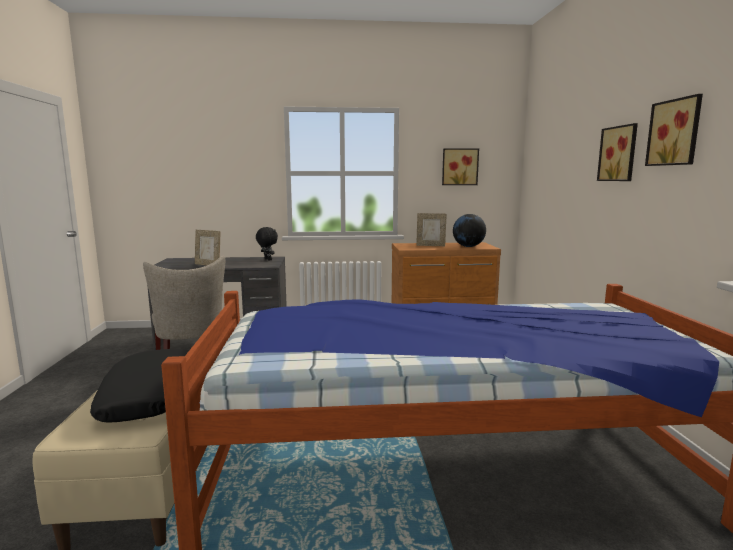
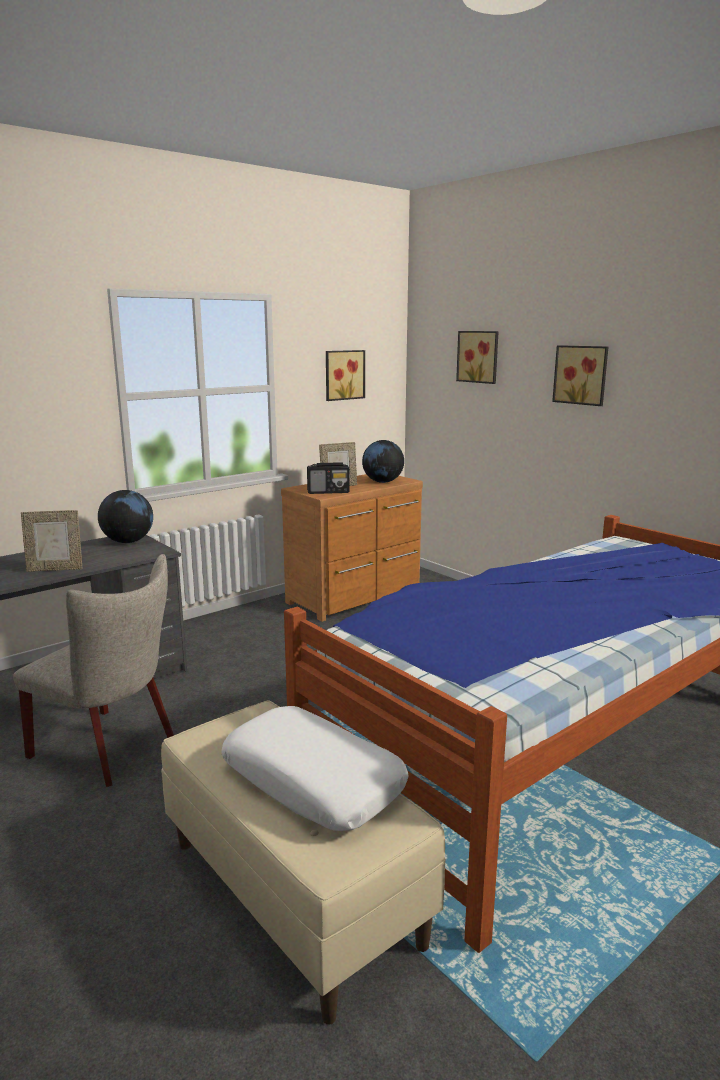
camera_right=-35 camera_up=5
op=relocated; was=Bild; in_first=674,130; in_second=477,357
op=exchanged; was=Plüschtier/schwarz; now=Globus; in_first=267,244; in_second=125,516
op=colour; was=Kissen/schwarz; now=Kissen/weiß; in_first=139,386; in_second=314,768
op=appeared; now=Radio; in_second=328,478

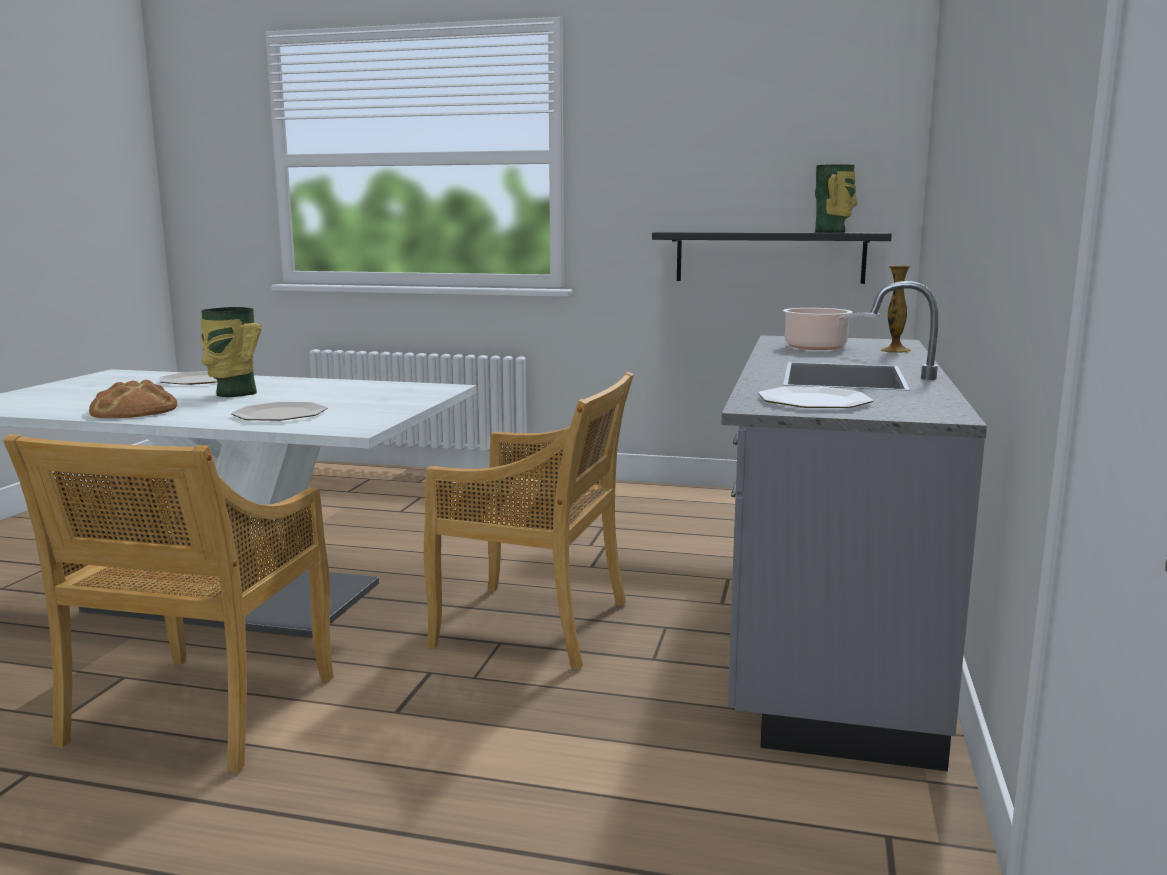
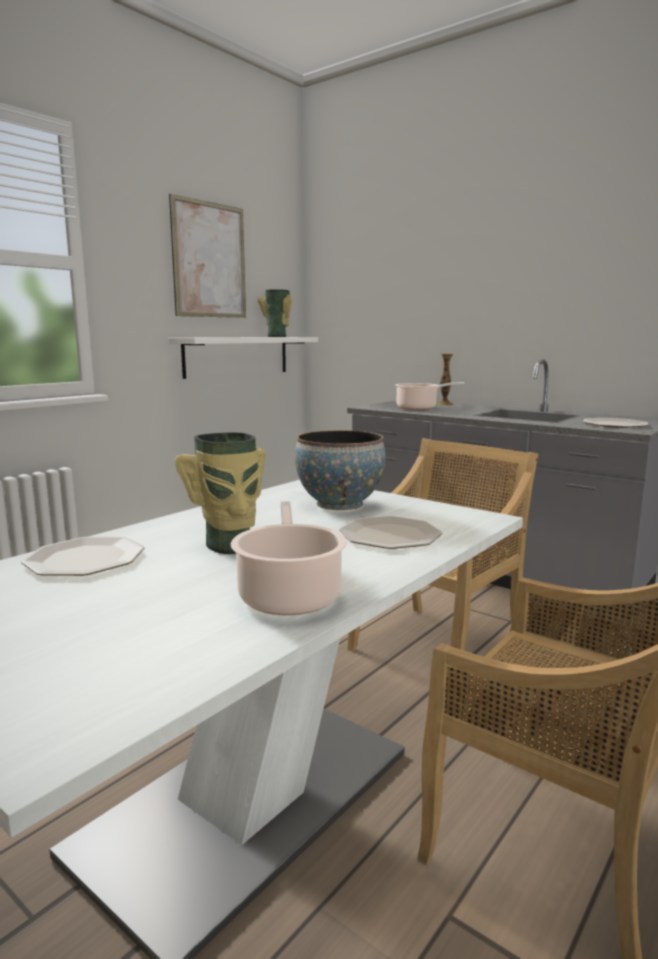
camera_right=-65 camera_up=0
op=colour; was=Wandregal/schwarz; now=Wandregal/weiß; in_first=772,258; in_second=243,358
op=exchanged; was=Brot; now=Kochtopf; in_first=133,398; in_second=289,558
op=appeared; now=Bild; in_second=207,256
op=appeared; now=Schüssel; in_second=340,470

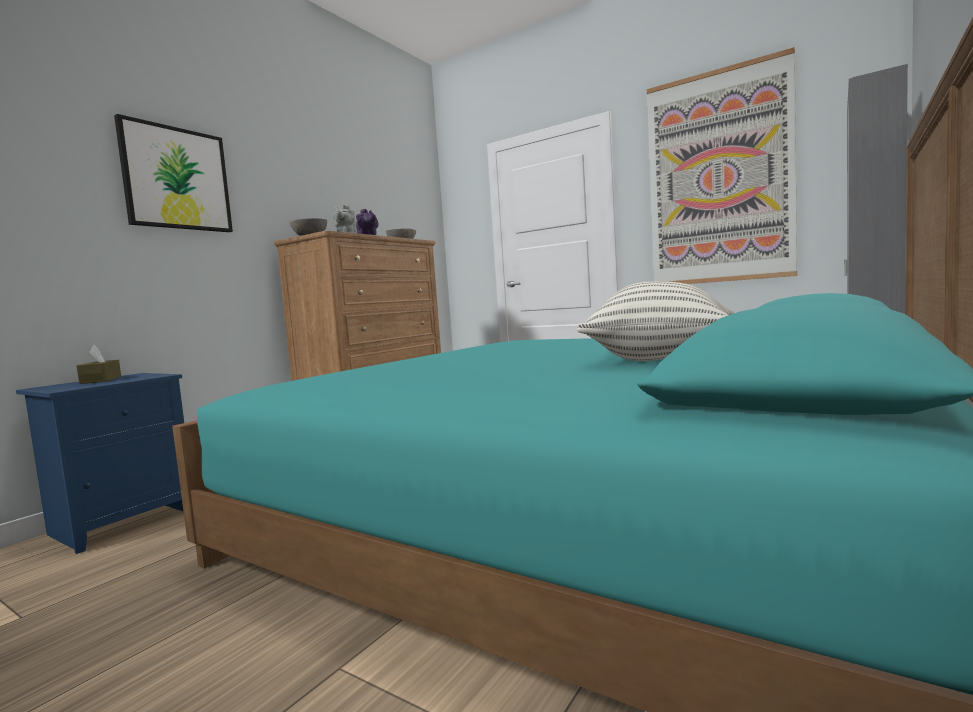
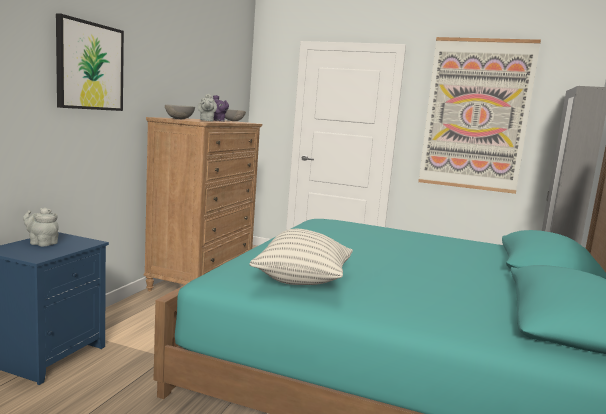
camera_right=-15 camera_up=5
op=relocated; was=Kissen; in_first=655,321; in_second=301,257
op=exchanged; was=Taschentuchbox/braun; now=Teekanne/grau; in_first=99,364; in_second=41,227

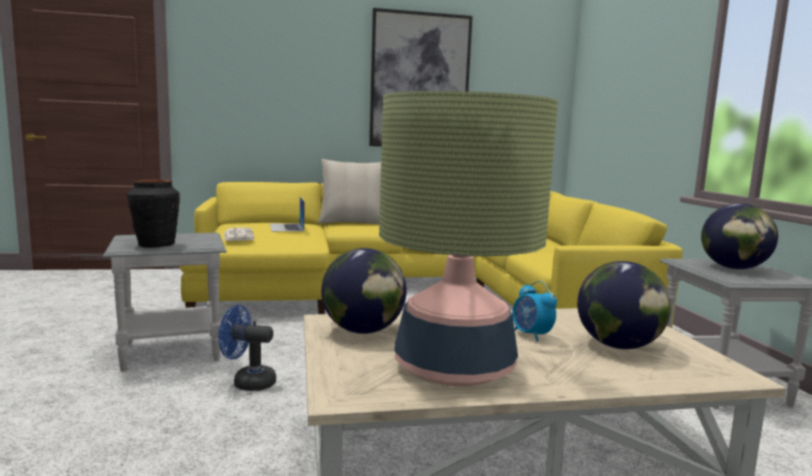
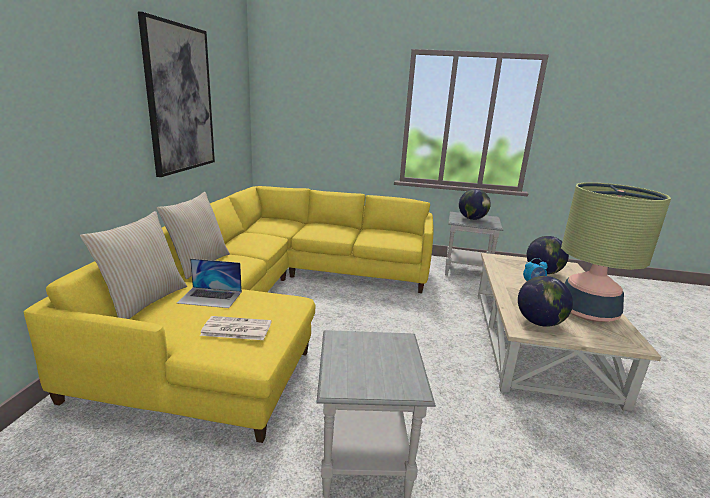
camera_right=-70 camera_up=10
op=missing; was=Vase/schwarz; in_first=153,214
op=missing; was=Ventilator/blau; in_first=247,348
op=appeared; now=Kissen/beige; in_second=133,265

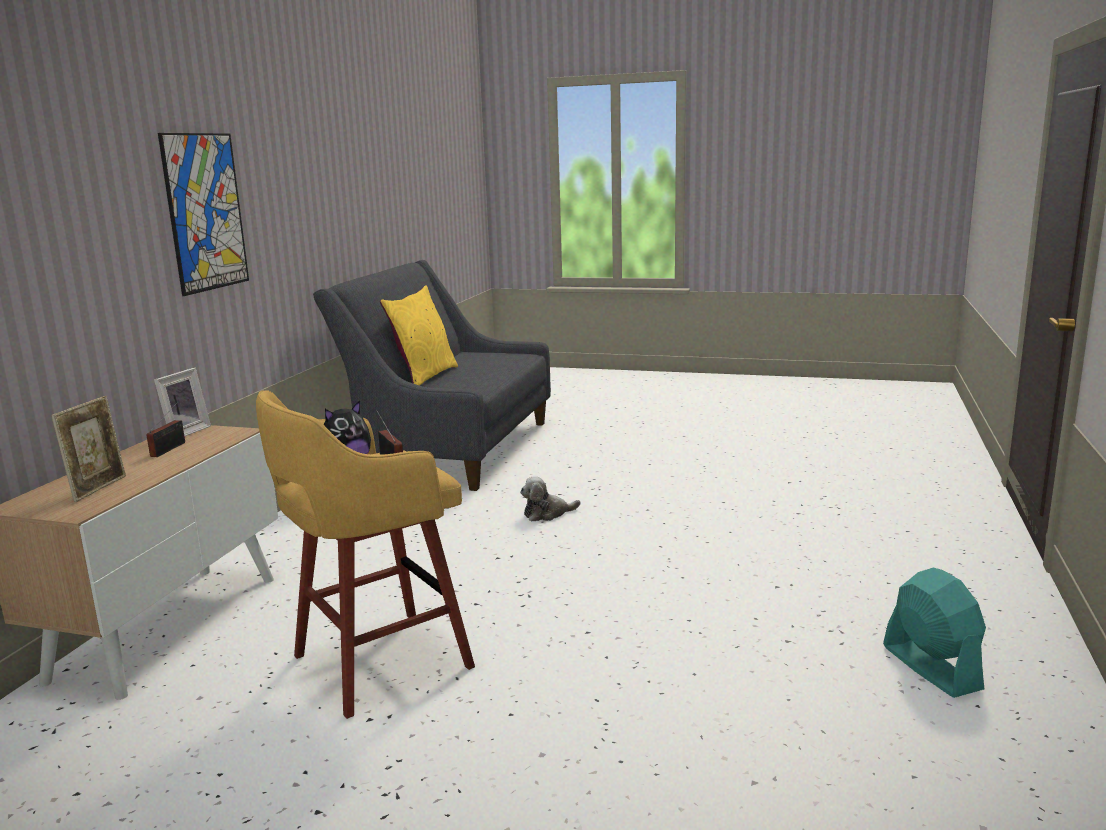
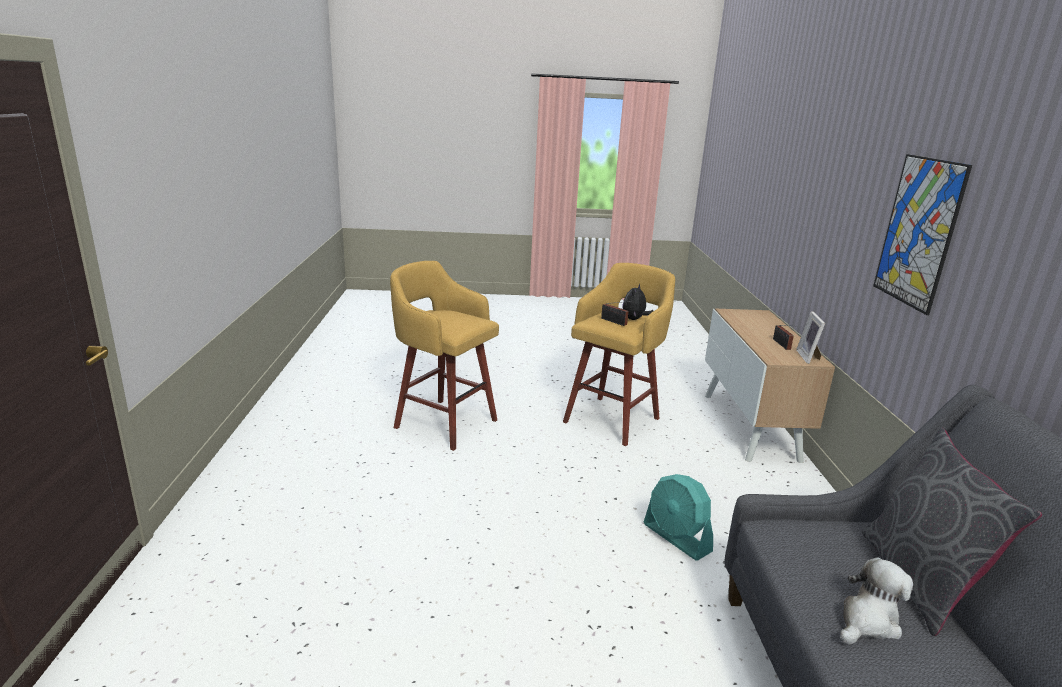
camera_right=160 camera_up=5
op=colour; was=Kissen/gelb; now=Kissen/grau; in_first=419,335; in_second=952,532
op=missing; was=Bilderrahmen; in_first=88,449
op=relocated; was=Plüschtier; in_first=550,498; in_second=876,601
op=relocated; was=Ventilator/türkis; in_first=934,633; in_second=678,517
op=appeared; now=Hocker/gelb; in_second=444,356

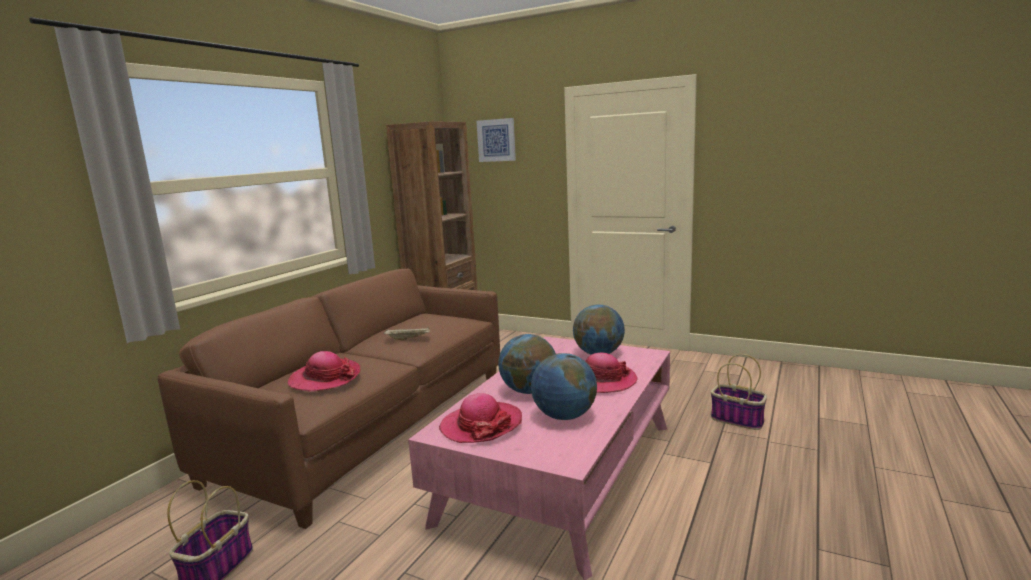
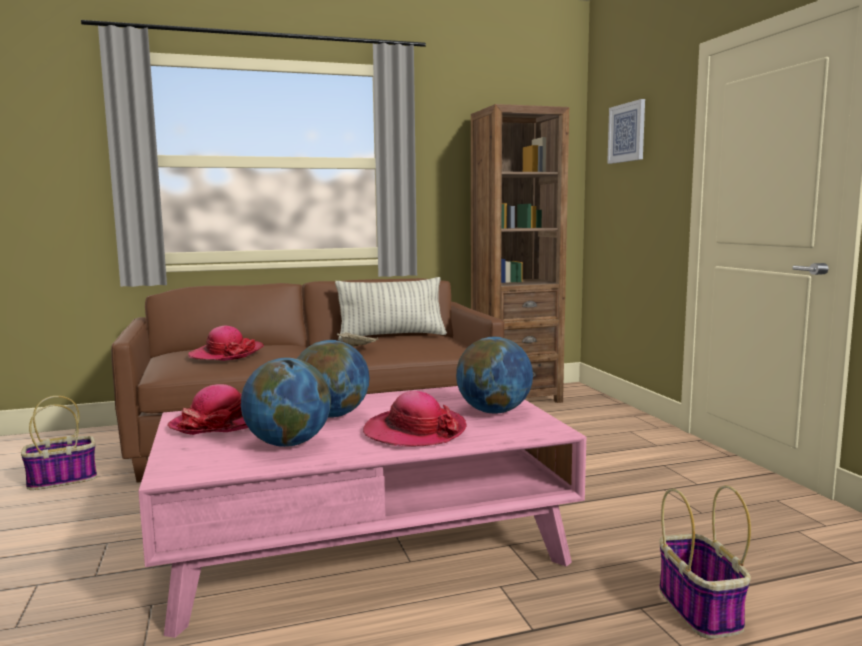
camera_right=45 camera_up=-5
op=appeared; now=Kissen; in_second=391,309

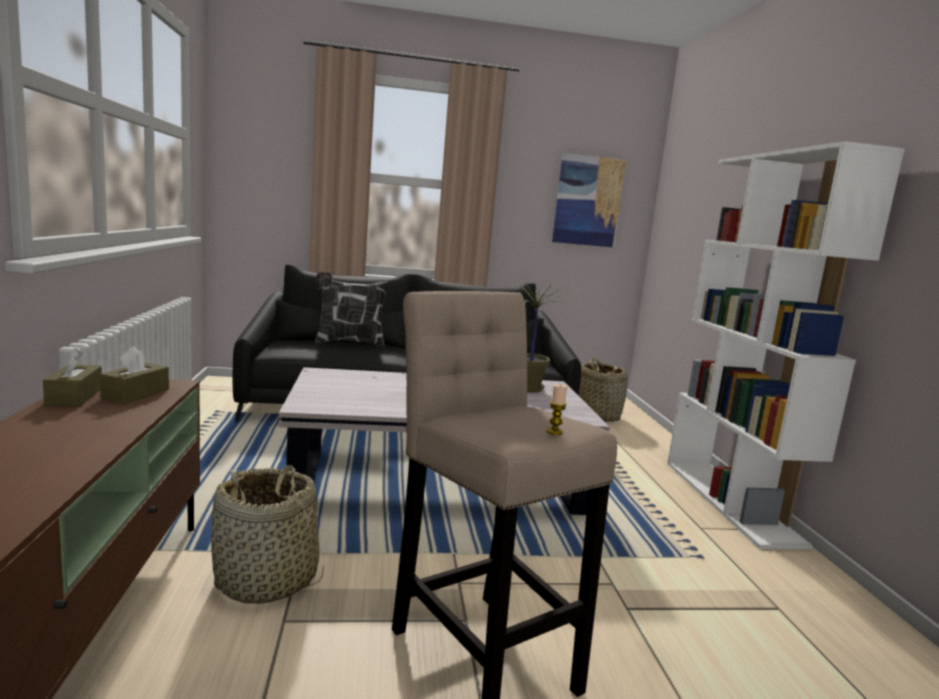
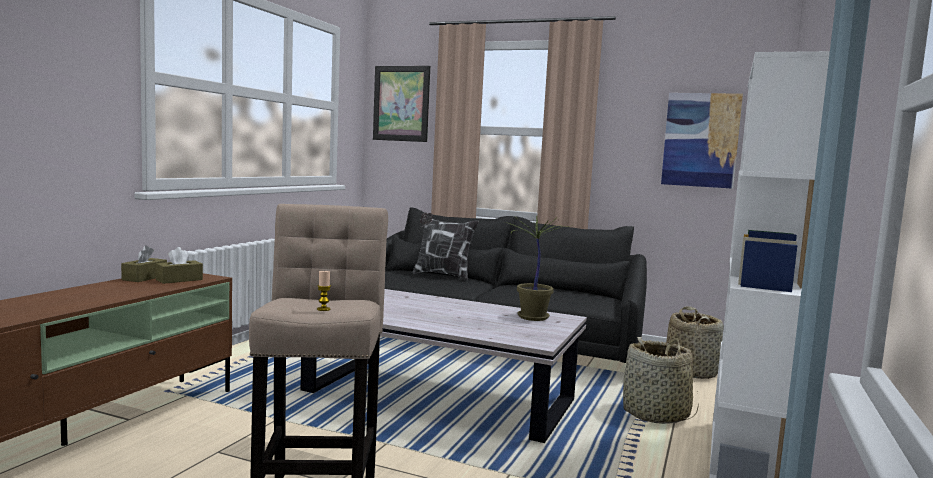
camera_right=30 camera_up=-5
op=relocated; was=Korb; in_first=267,534; in_second=661,380
op=appeared; now=Bild; in_second=401,104

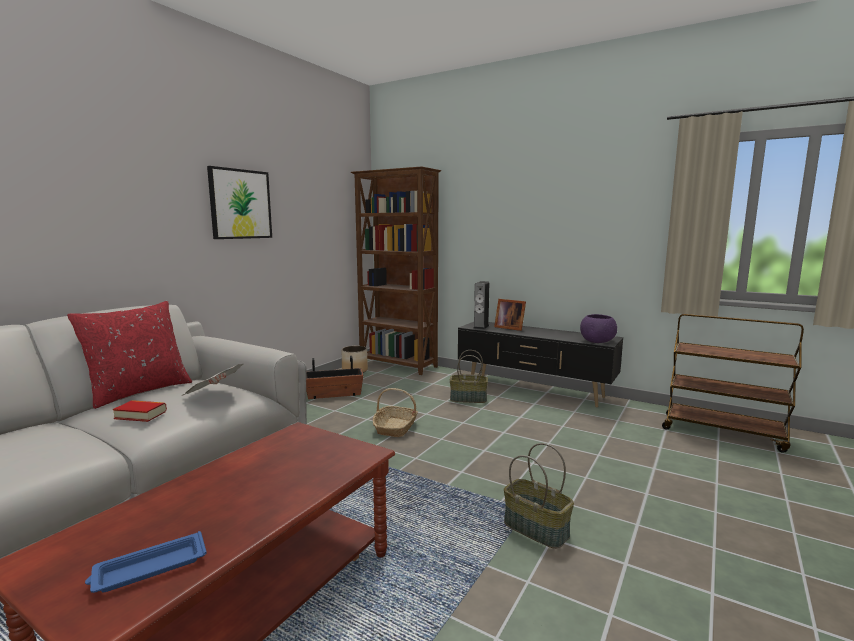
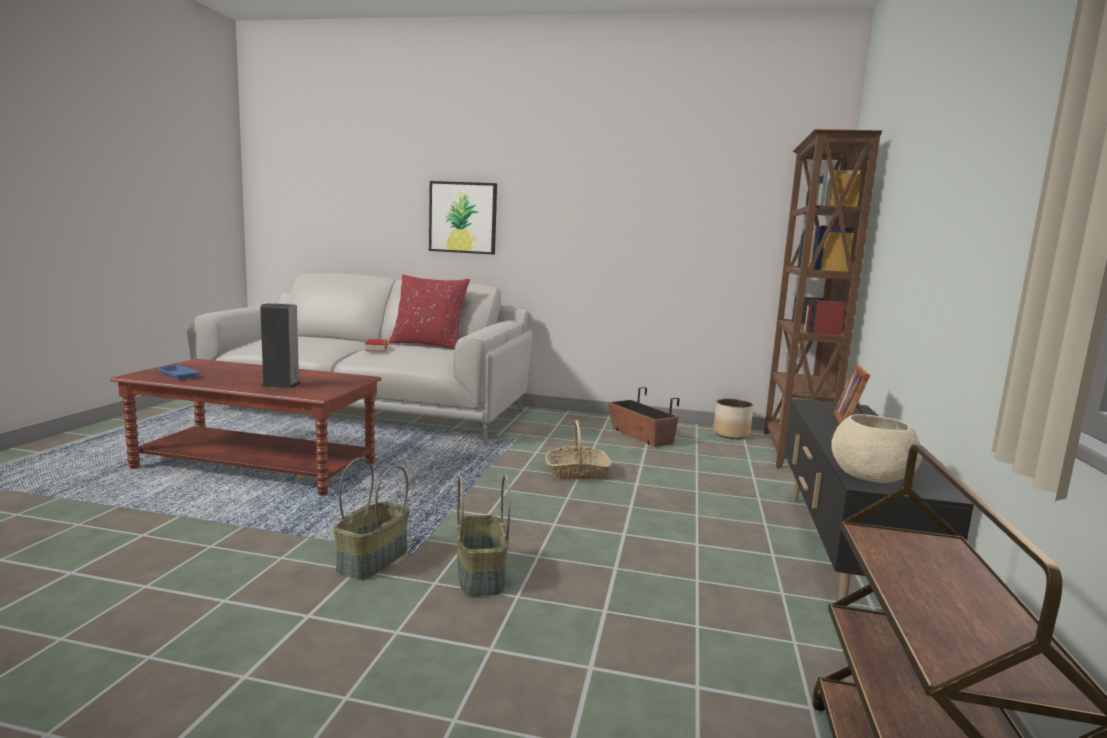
camera_right=70 camera_up=0
op=relocated; was=Bild; in_first=239,202; in_second=463,218
op=relocated; was=Lautsprecher; in_first=481,305; in_second=281,346
op=colour; was=Schüssel/lila; now=Schüssel/beige; in_first=598,328; in_second=876,448
op=relocated; was=Korb; in_first=469,376; in_second=483,535
op=missing; was=Zeitung; in_first=213,379

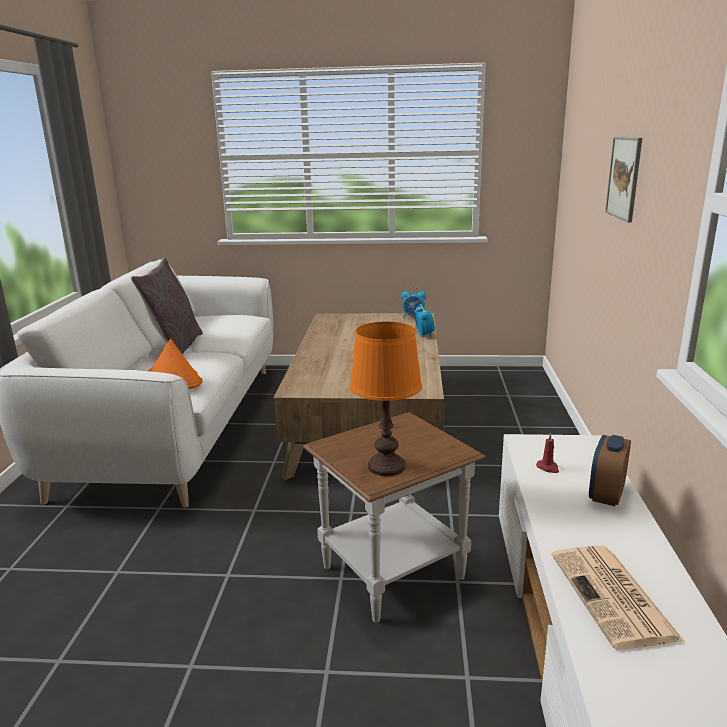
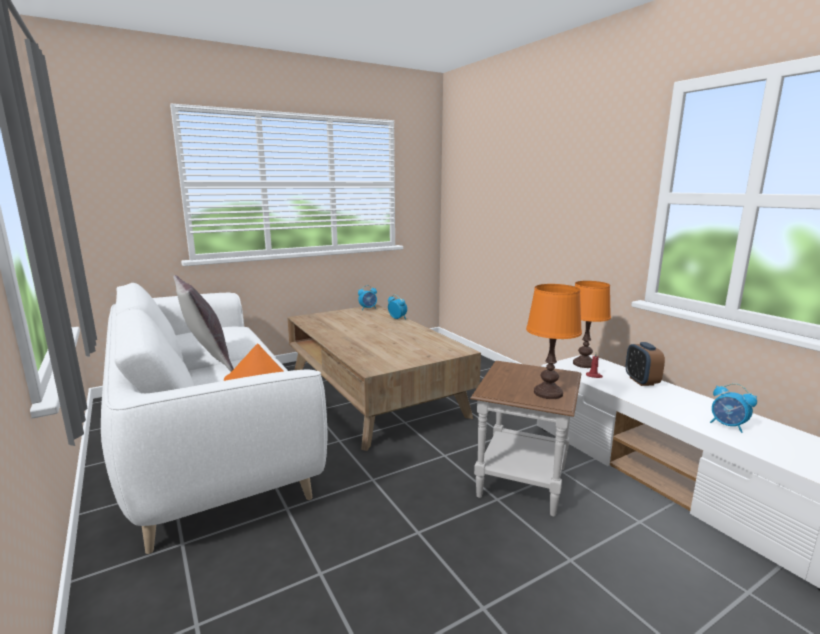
camera_right=-35 camera_up=-5
op=missing; was=Bild; in_first=623,180
op=exchanged; was=Zeitung; now=Wecker; in_first=617,597; in_second=733,408
op=appeared; now=Tischlampe/orange; in_second=592,324

